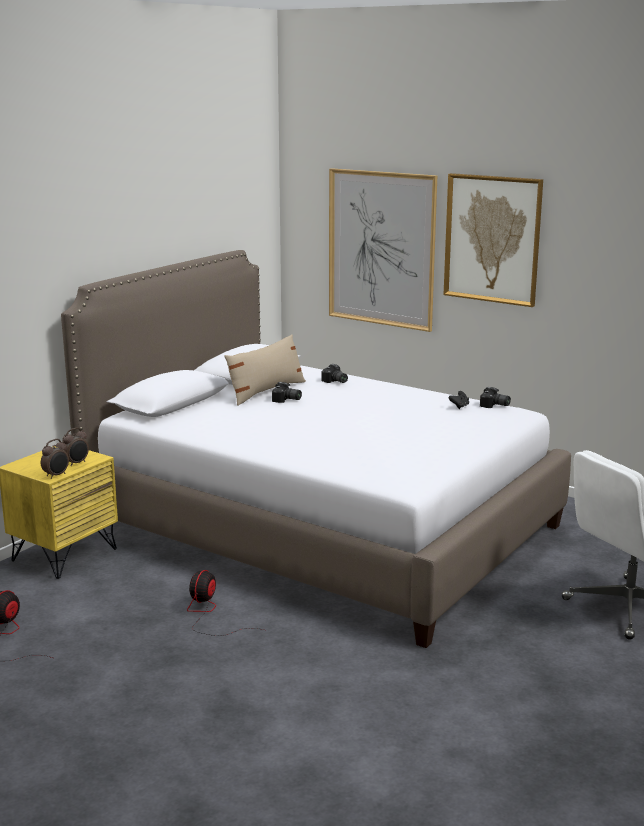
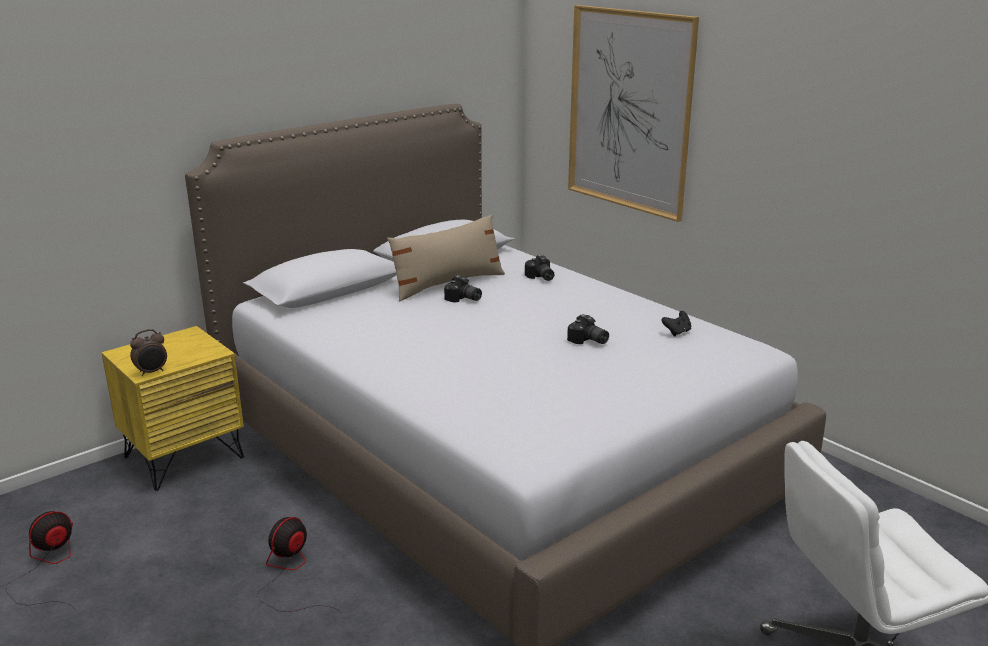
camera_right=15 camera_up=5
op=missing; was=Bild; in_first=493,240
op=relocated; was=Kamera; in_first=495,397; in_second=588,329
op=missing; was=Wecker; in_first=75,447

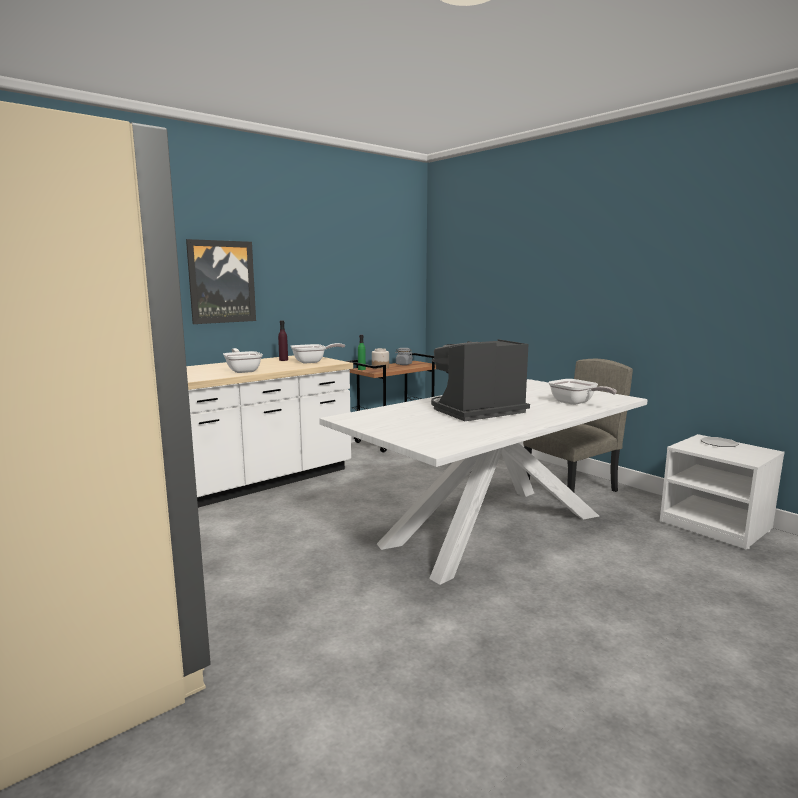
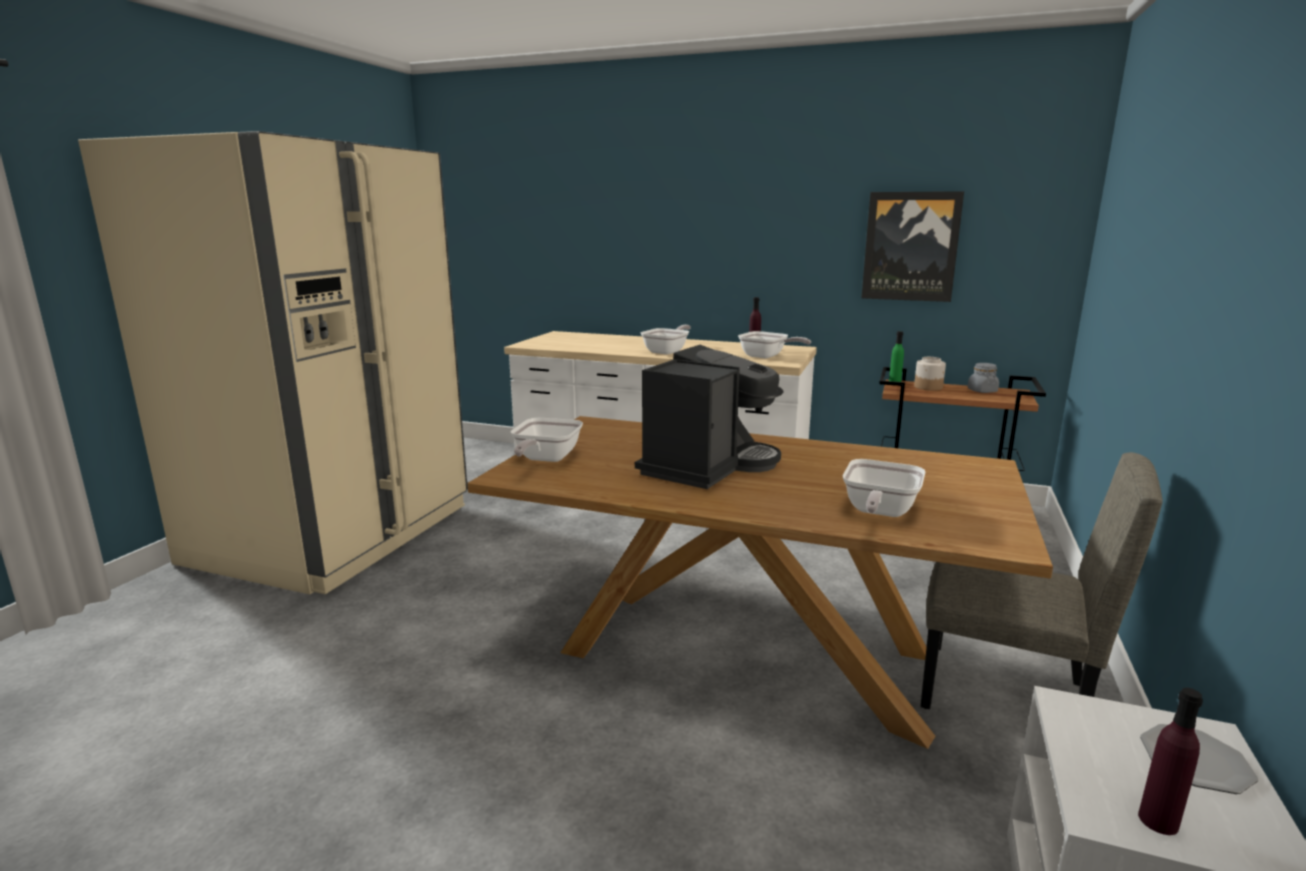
camera_right=60 camera_up=5
op=relocated; was=Bild; in_first=221,281; in_second=912,246
op=spun; was=Kaffeemaschine; in_first=480,380; in_second=709,417; clockwise=90
op=colour; was=Esstisch/weiß; now=Esstisch/braun; in_first=483,482; in_second=760,582
op=appeared; now=Pfanne; in_second=547,440
op=appeared; now=Flasche/lila; in_second=1170,761

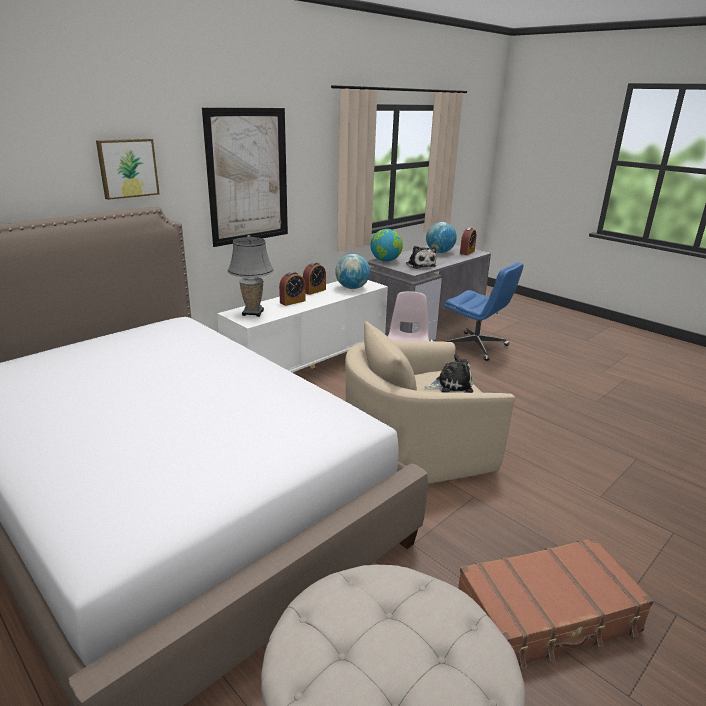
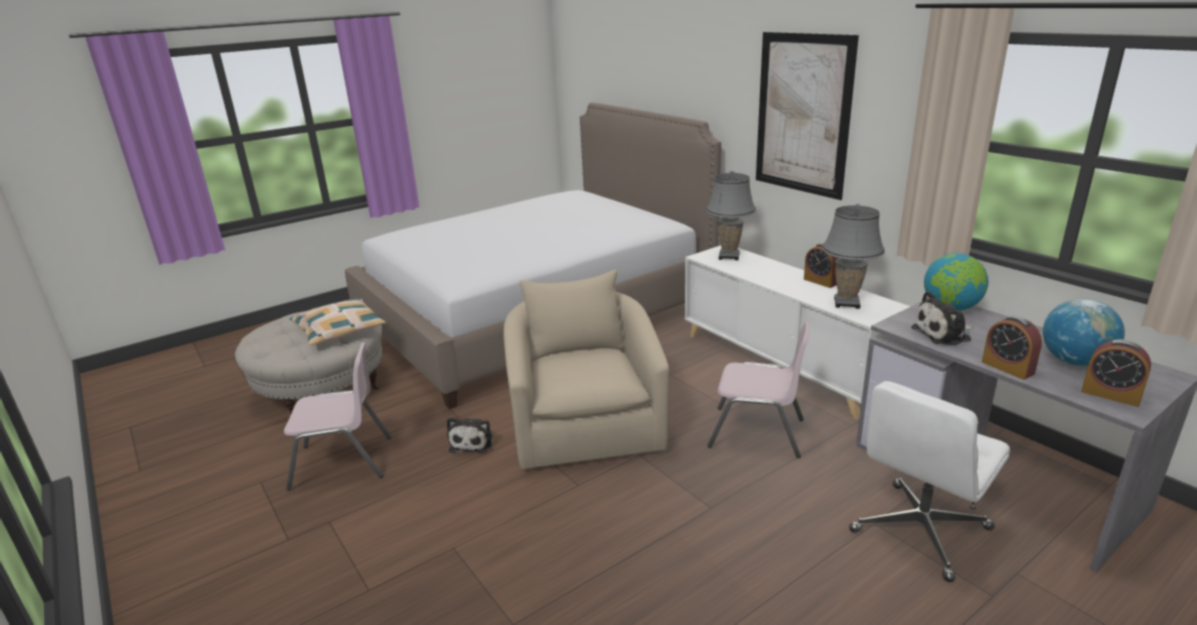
camera_right=100 camera_up=0
op=missing; was=Bild; in_first=128,169
op=exchanged; was=Globus; now=Tischlampe/grau; in_first=352,271; in_second=853,256
op=colour; was=Bürostuhl/blau; now=Bürostuhl/weiß; in_first=484,311; in_second=929,481
op=relocated; was=Wecker; in_first=292,289; in_second=1012,348
op=relocated; was=Plüschtier; in_first=448,373; in_second=470,435
op=exchanged; was=Koffer/braun; now=Stuhl/rosa; in_first=556,603; in_second=337,416
op=appeared; now=Kissen; in_second=337,322

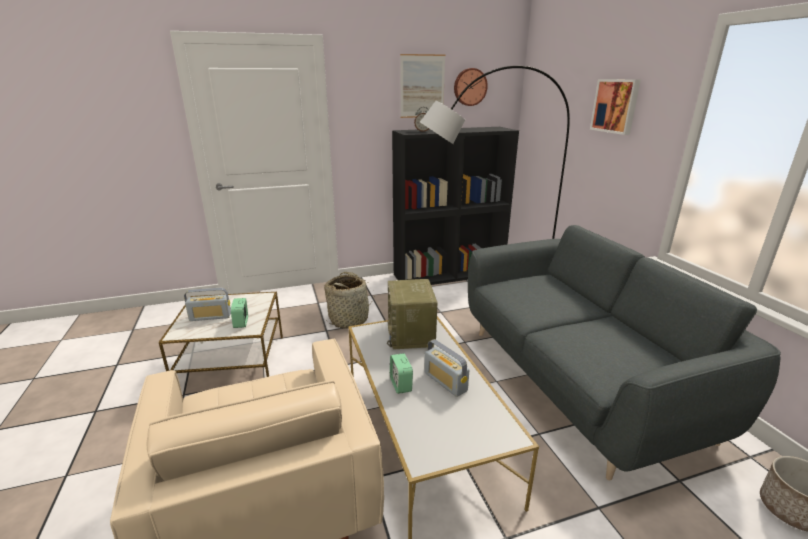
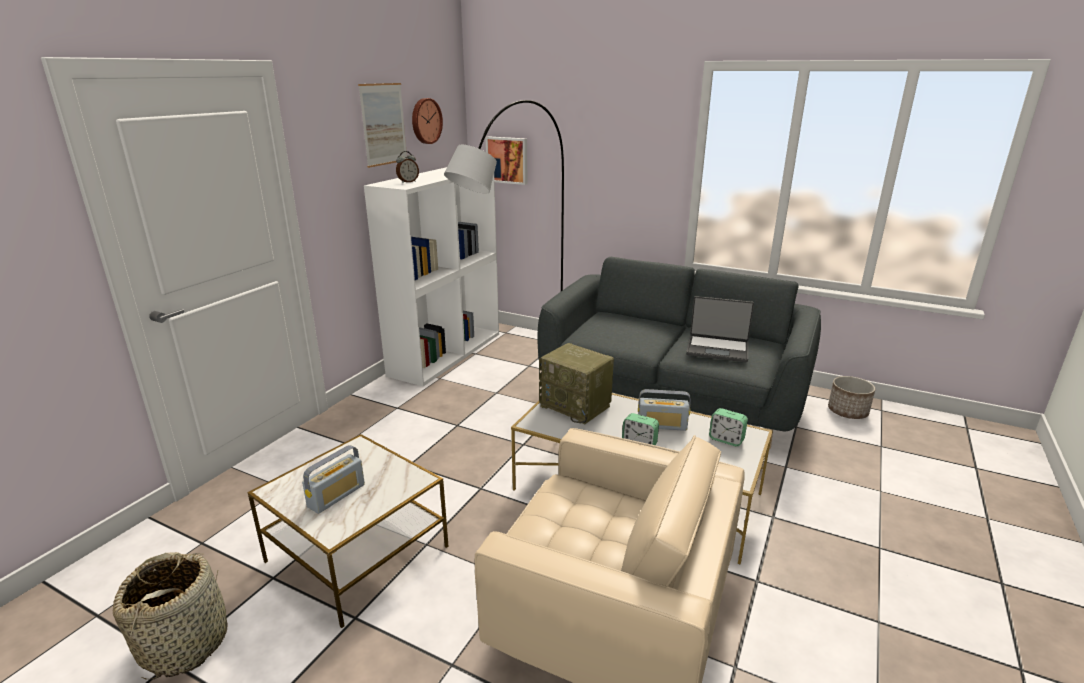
camera_right=-45 camera_up=0
op=relocated; was=Bild; in_first=615,107; in_second=507,160
op=colour; was=Bücherregal/schwarz; now=Bücherregal/weiß; in_first=455,206; in_second=431,276
op=relocated; was=Korb; in_first=348,300; in_second=170,615
op=relocated; was=Wecker; in_first=239,313; in_second=728,427
op=appeared; now=Laptop; in_second=720,329

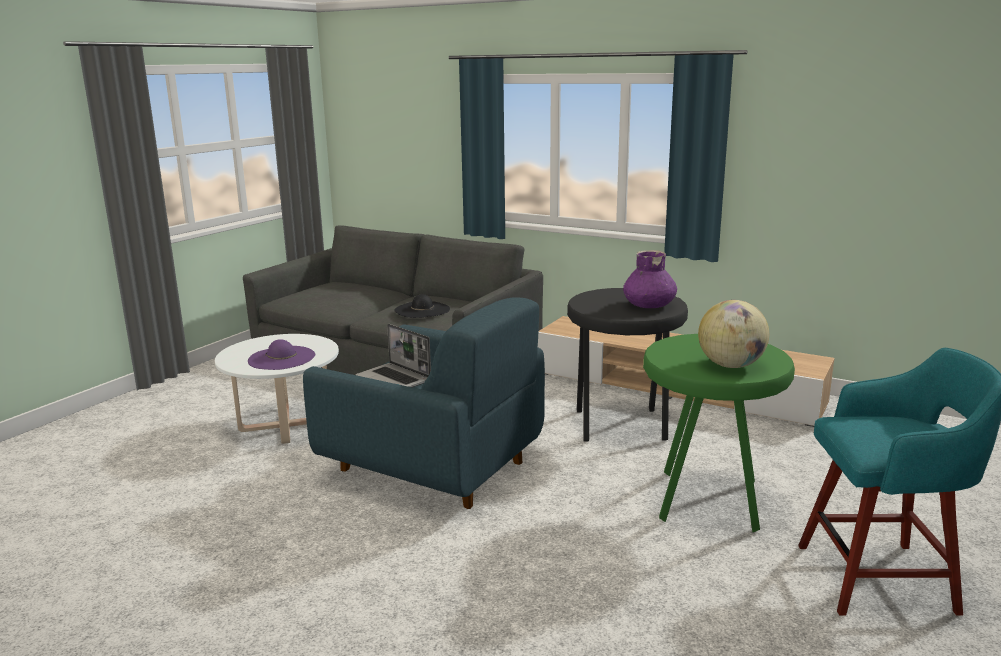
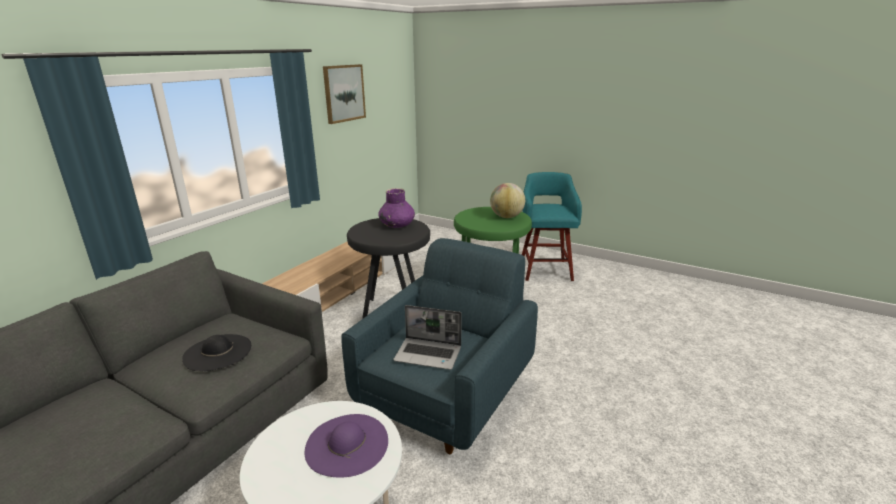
camera_right=-90 camera_up=5
op=spun; was=Laptop; in_first=393,356; in_second=427,337; clockwise=60
op=appeared; now=Bild; in_second=344,94

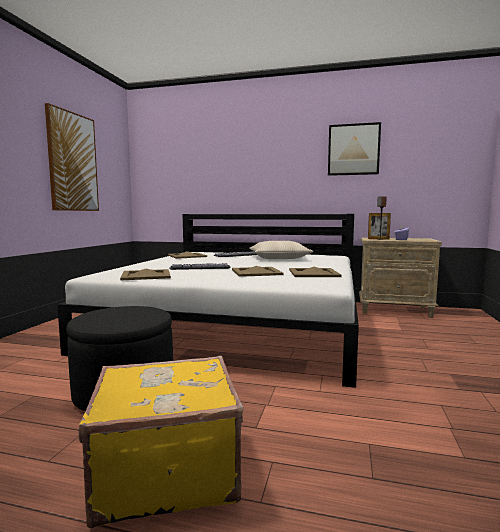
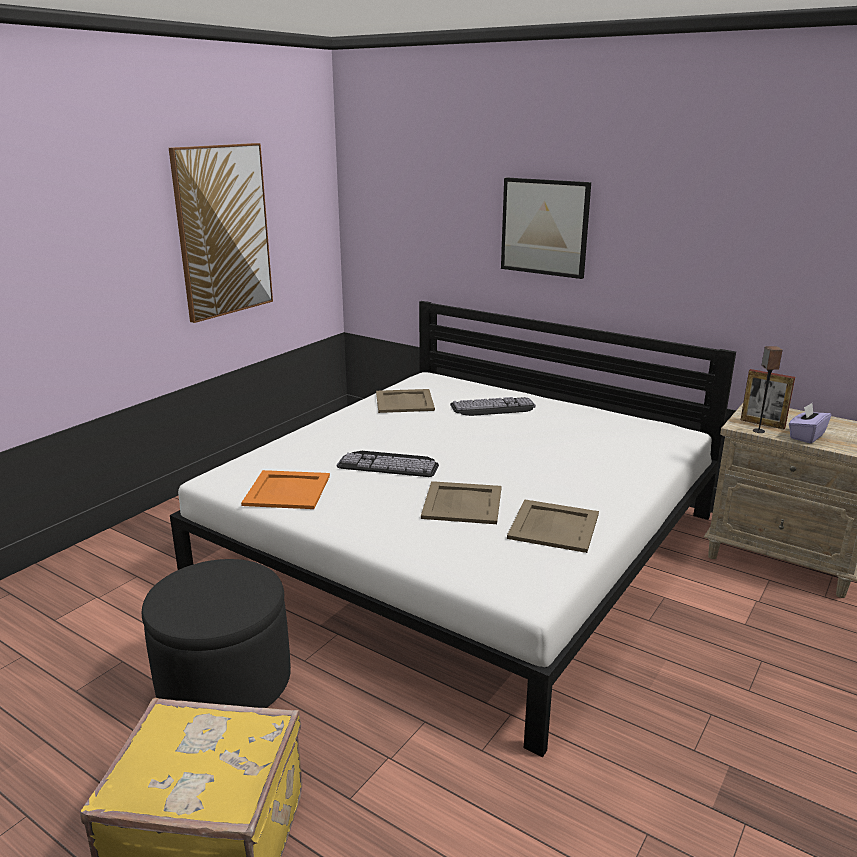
camera_right=20 camera_up=15
op=relocated; was=Bild; in_first=354,149; in_second=546,228
op=missing; was=Kissen/beige; in_first=281,250
op=colour; was=Tablett/beige; now=Tablett/orange; in_first=145,274; in_second=285,489

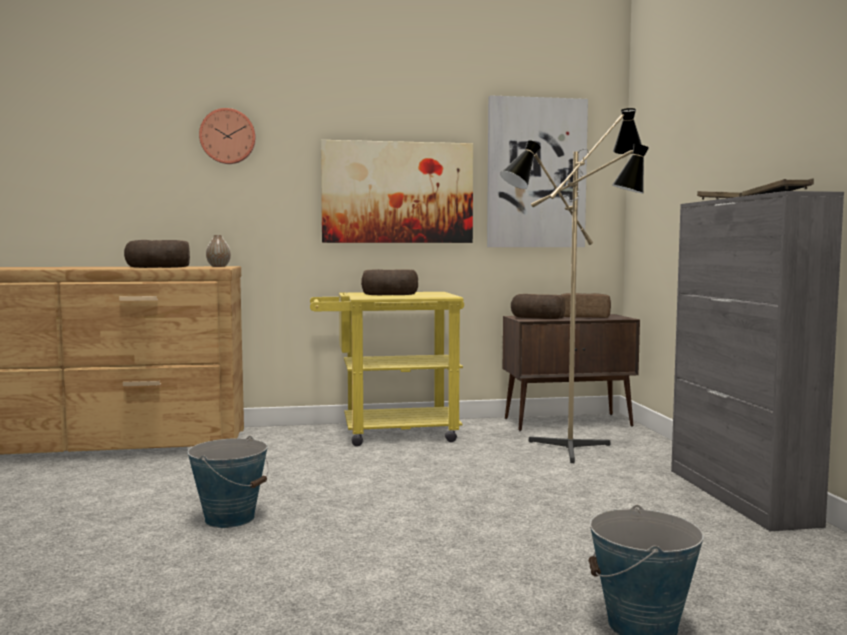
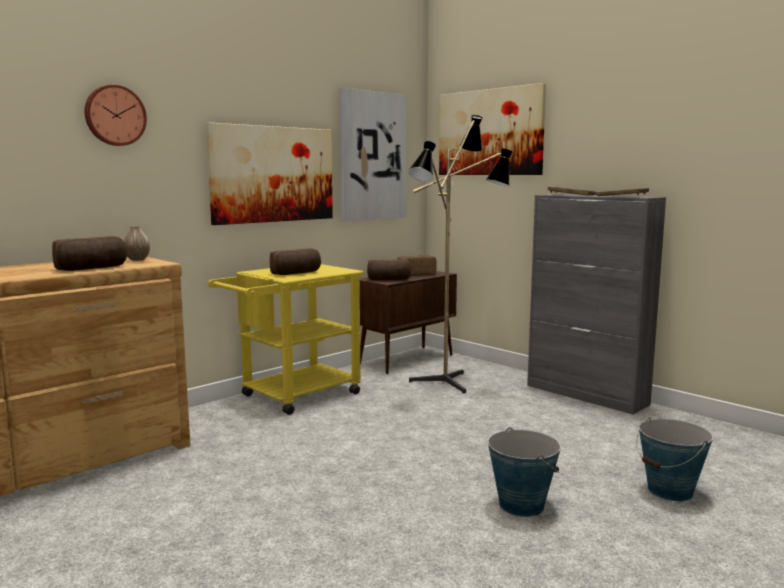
camera_right=-35 camera_up=5
op=relocated; was=Eimer; in_first=228,482; in_second=524,472
op=appeared; now=Bild; in_second=492,129

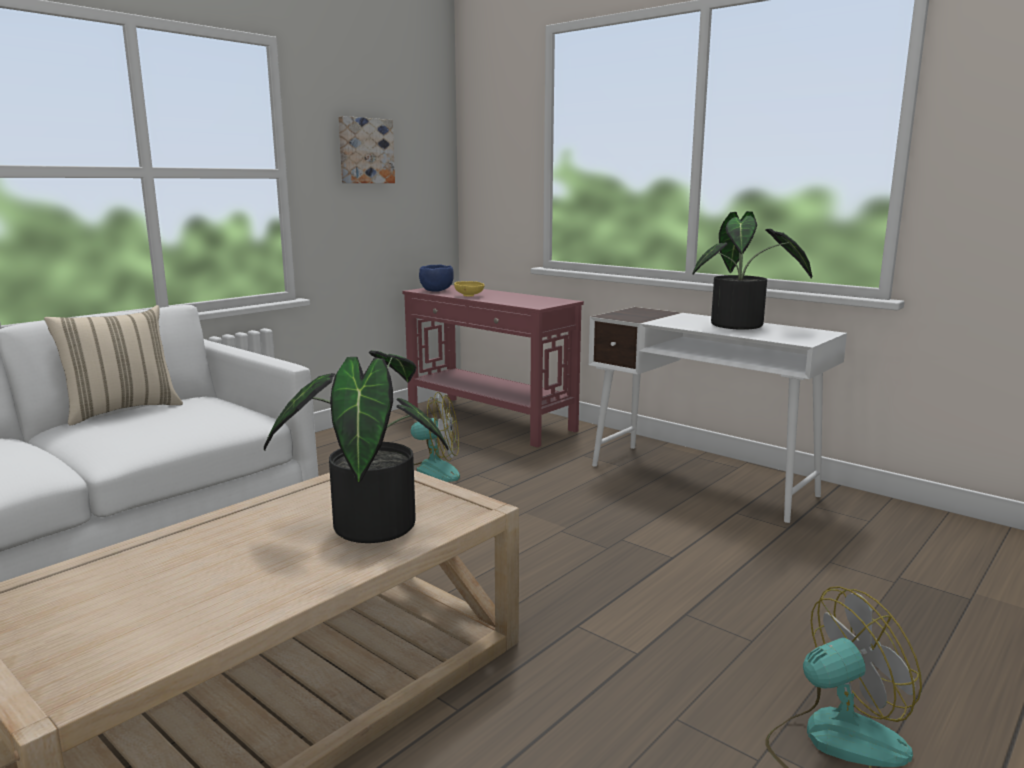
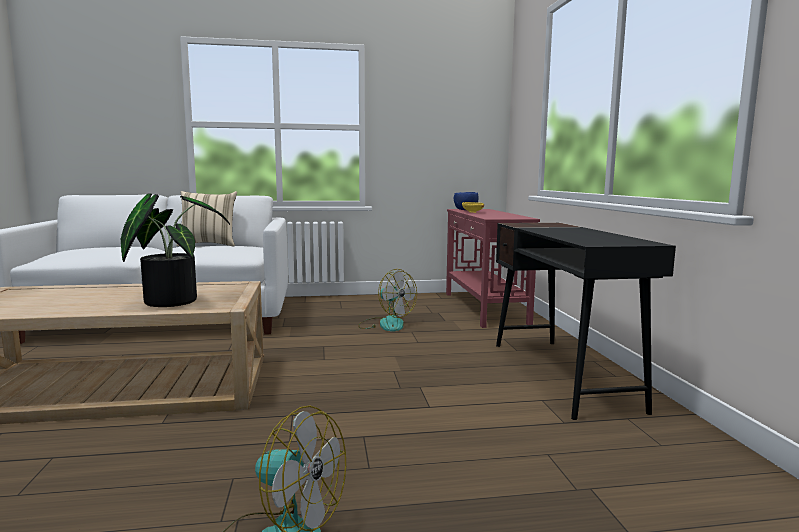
camera_right=40 camera_up=-5
op=missing; was=Bild; in_first=366,149
op=missing; was=Topfpflanze; in_first=752,270
op=colour; was=Schreibtisch/weiß; now=Schreibtisch/schwarz; in_first=718,415; in_second=586,321

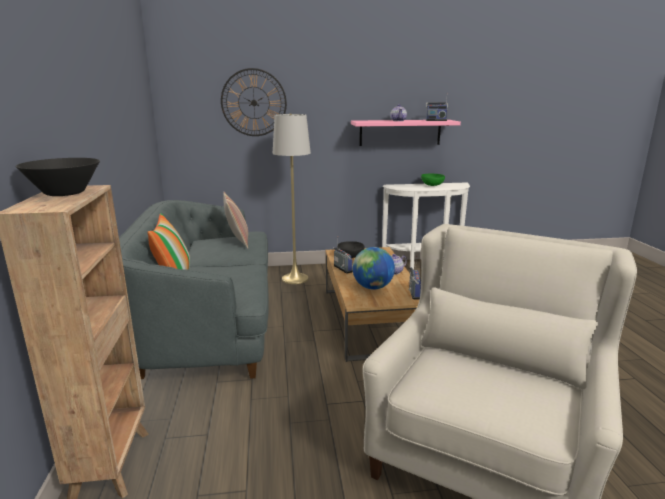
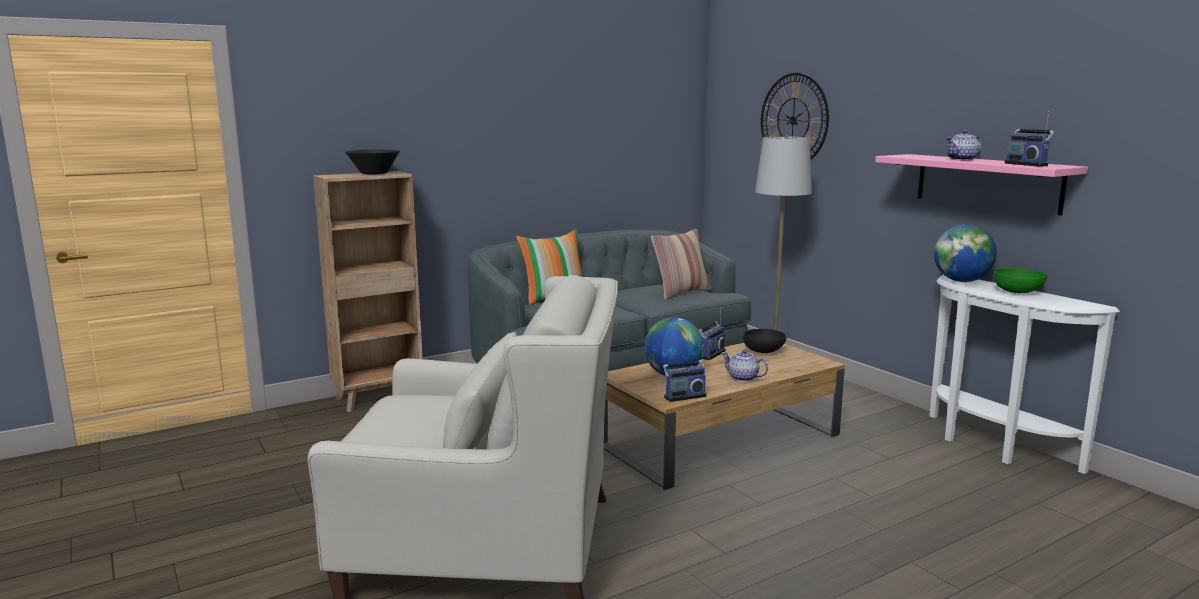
camera_right=65 camera_up=-5
op=appeared; now=Globus; in_second=965,253

